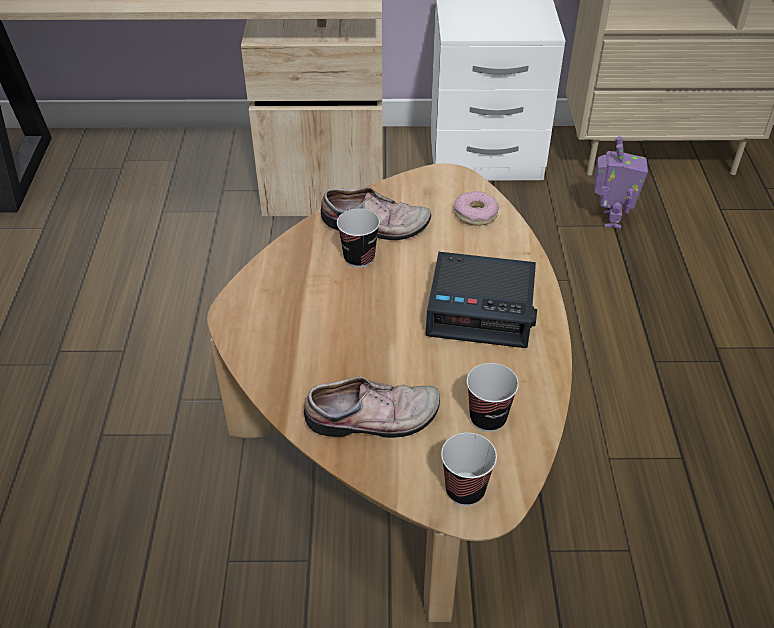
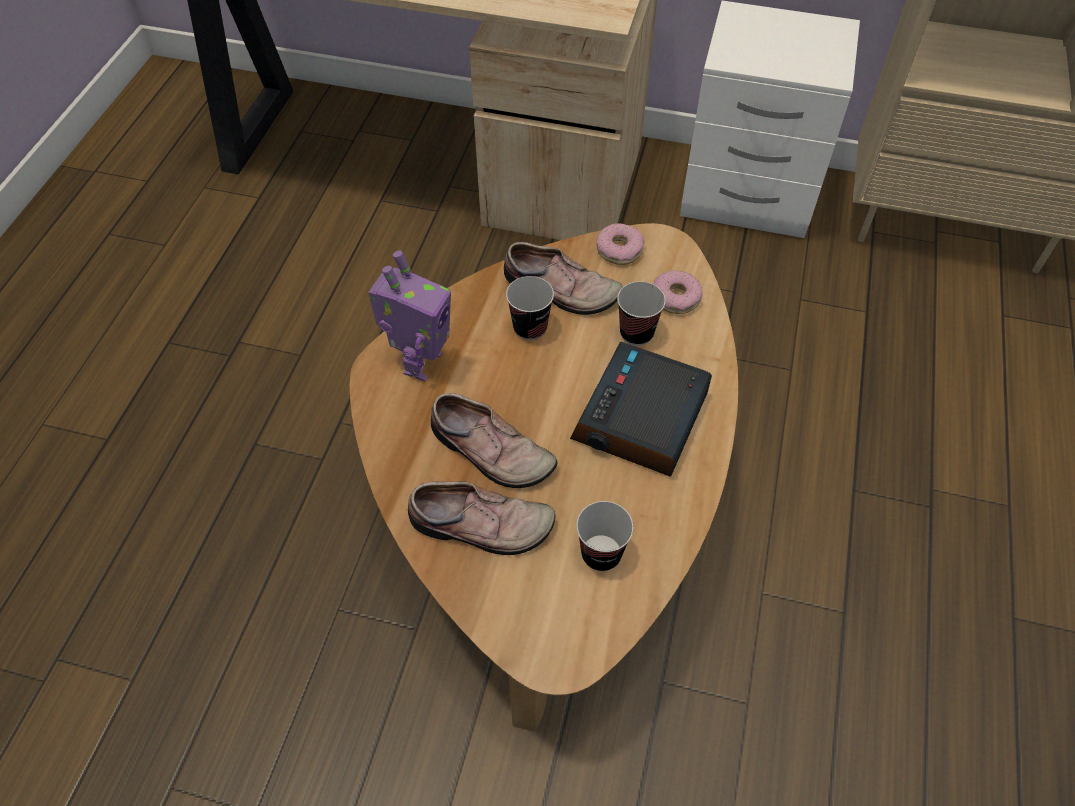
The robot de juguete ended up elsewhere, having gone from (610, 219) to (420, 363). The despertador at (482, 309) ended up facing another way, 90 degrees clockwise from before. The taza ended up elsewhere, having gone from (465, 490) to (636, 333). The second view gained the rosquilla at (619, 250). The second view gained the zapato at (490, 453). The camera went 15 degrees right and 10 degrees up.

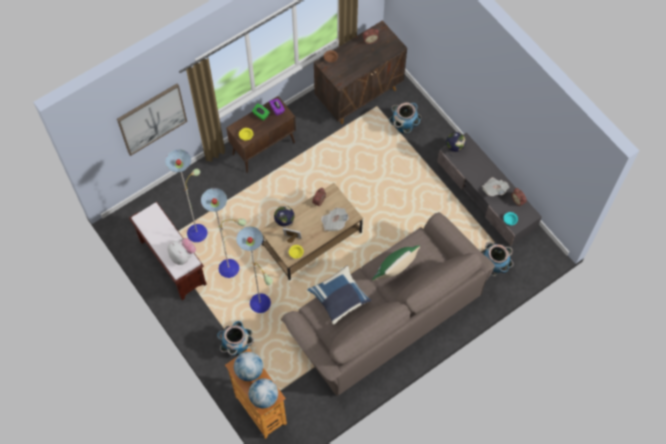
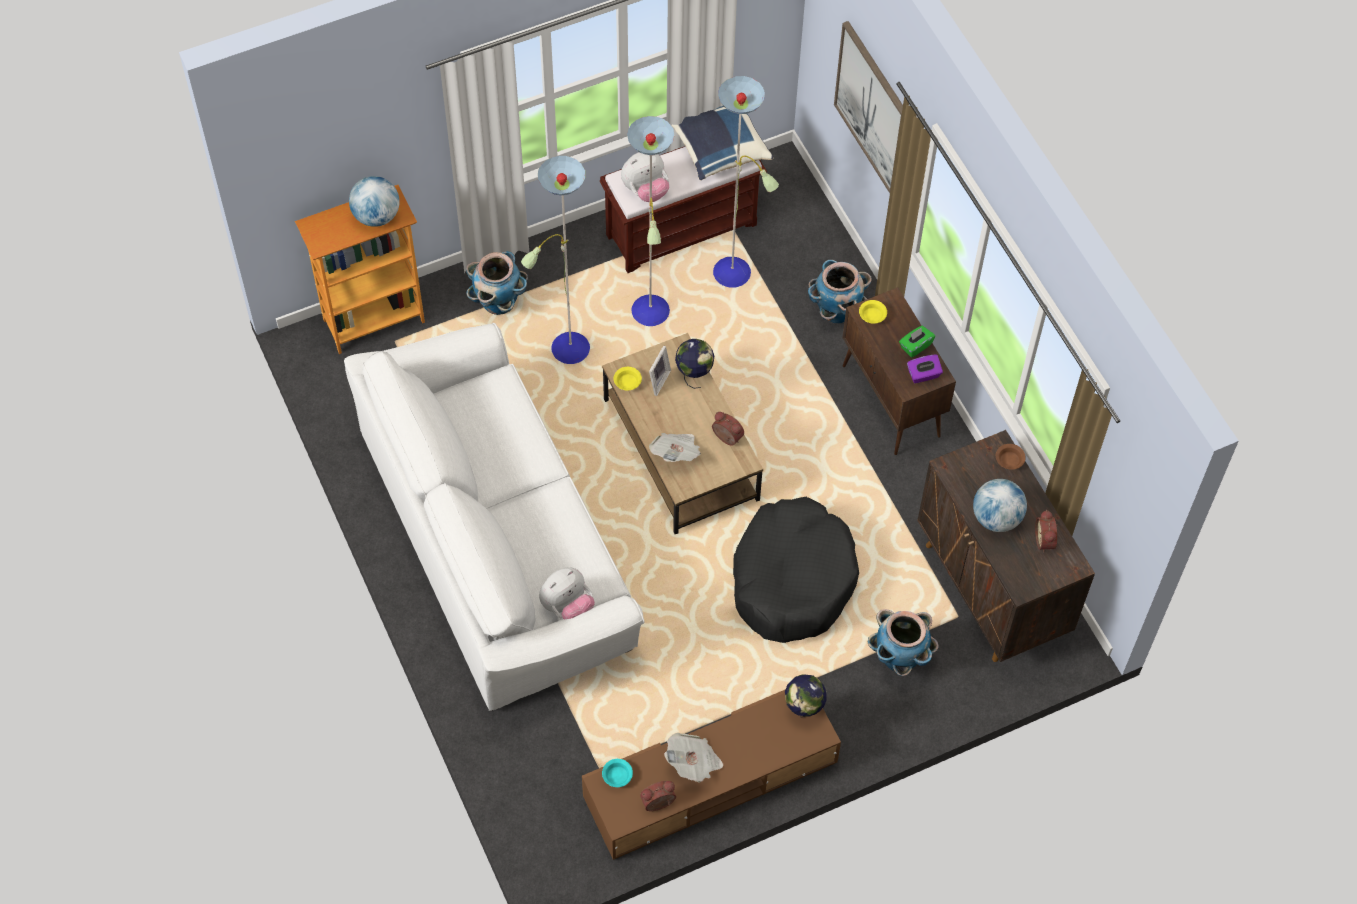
What was the mueble de televisión [gris] at (486, 194) turned into the mueble de televisión [marrón] at (710, 780). What was the sofá [marrón] at (384, 314) turned into the sofá [blanco] at (498, 541). The maceta ended up elsewhere, having gone from (493, 267) to (836, 311). The second view lost the cojín [verde] at (395, 271). The cojín [azul] ended up elsewhere, having gone from (339, 298) to (719, 149). The globo terráqueo ended up elsewhere, having gone from (264, 397) to (996, 518). The second view gained the cama para perro [negro] at (792, 579). The second view gained the peluche at (567, 606). The camera went 100 degrees right and 5 degrees down.

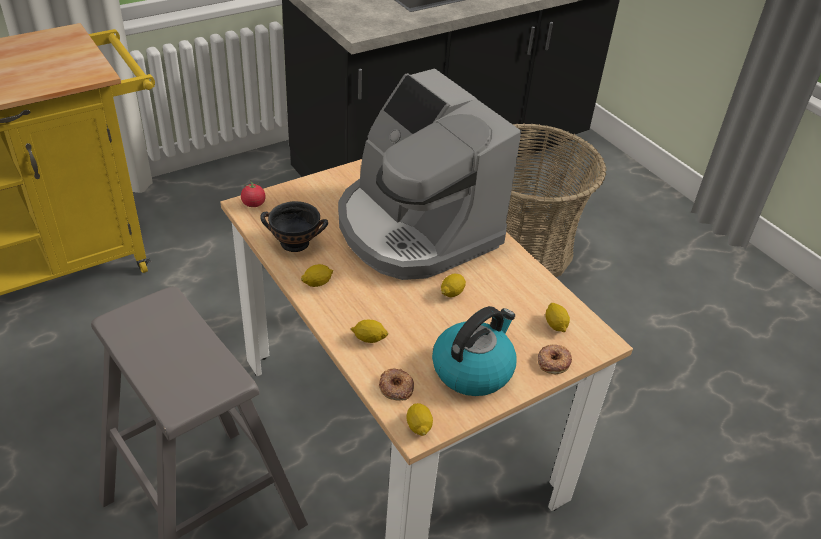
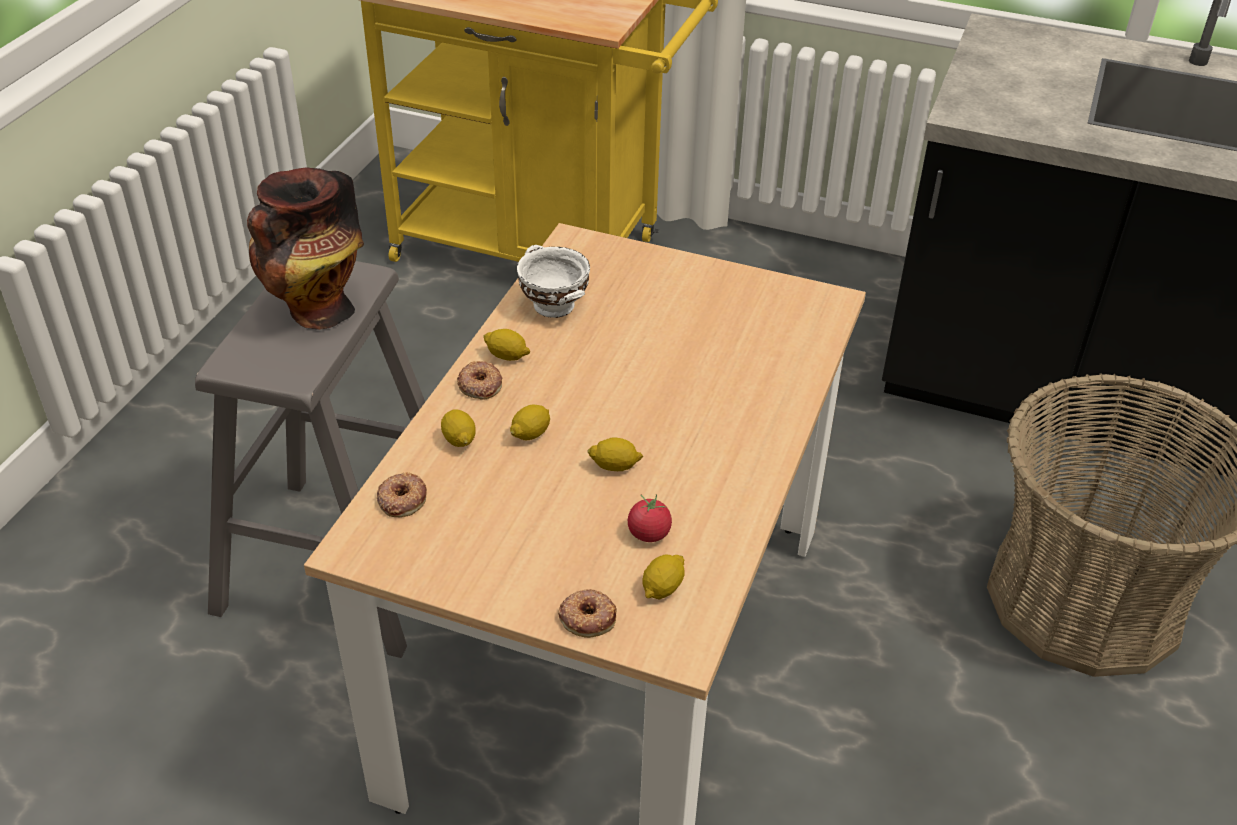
The second view lost the cafetera at (415, 228). The tomate ended up elsewhere, having gone from (253, 204) to (649, 533). What was the cuenco [negro] at (294, 242) turned into the cuenco [blanco] at (554, 305). The second view lost the hervidor at (473, 369). The limón ended up elsewhere, having gone from (418, 426) to (531, 433). The second view gained the florero at (318, 311). The second view gained the rosquilla at (480, 385). The camera went 55 degrees right and 0 degrees up.

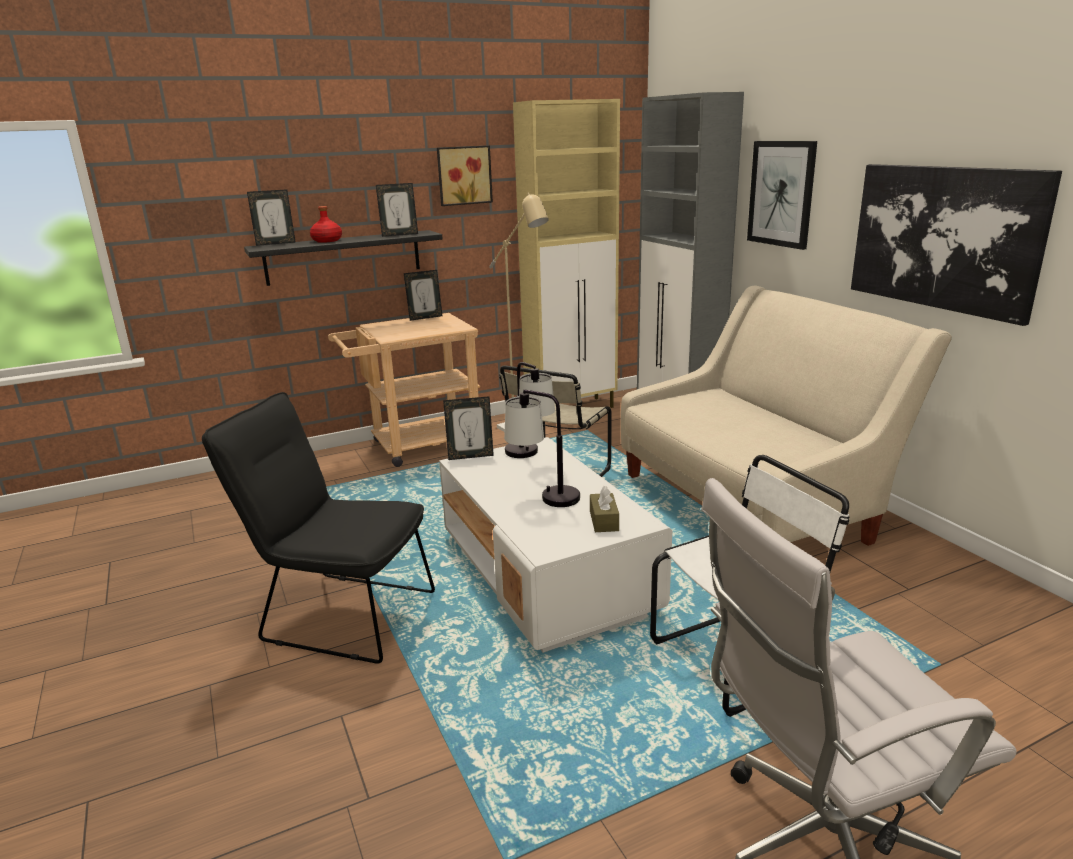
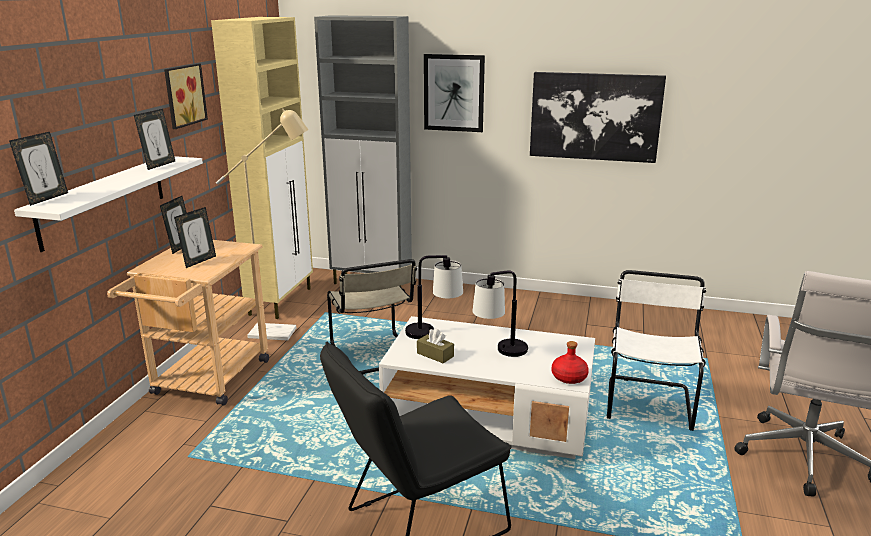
The botella [rojo] ended up elsewhere, having gone from (327, 241) to (569, 377). What was the estante [negro] at (343, 257) turned into the estante [blanco] at (104, 200). The second view lost the sofá [beis] at (752, 502). The portarretratos ended up elsewhere, having gone from (470, 456) to (199, 261). The caja de pañuelos [marrón] ended up elsewhere, having gone from (604, 520) to (435, 355). The camera went 50 degrees left and 0 degrees up.

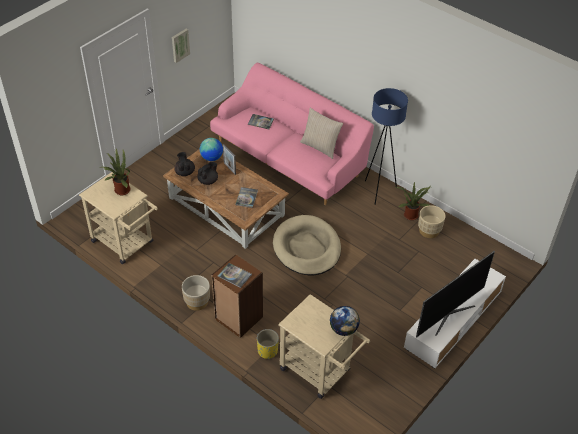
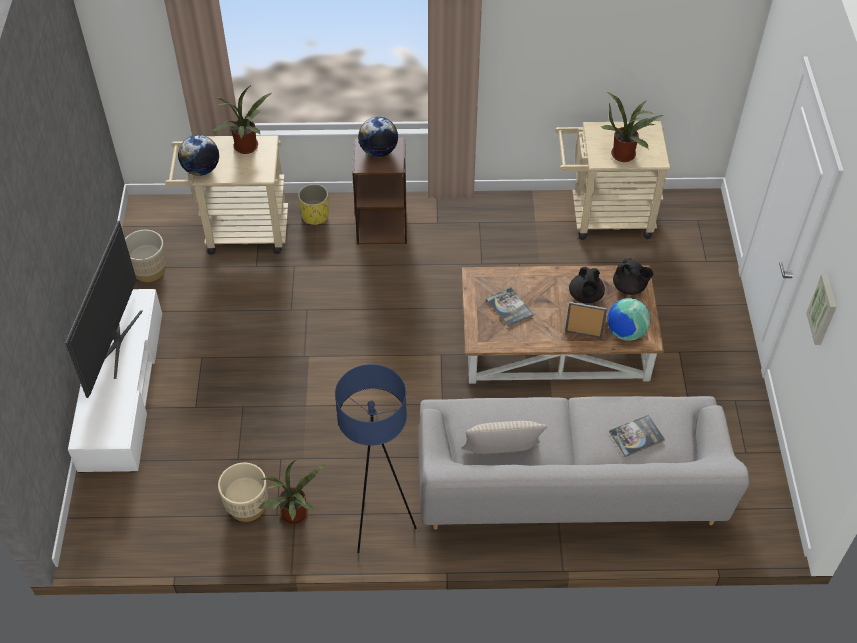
What was the sofá [rosa] at (289, 157) turned into the sofá [gris] at (568, 486). The second view lost the cama para perro [beis] at (307, 248). Where the libro stood at (234, 275), the globo terráqueo came to stand at (378, 151). The maceta [beis] ended up elsewhere, having gone from (197, 302) to (149, 270). The second view gained the planta en maceta at (247, 148). The camera went 140 degrees right and 5 degrees up.

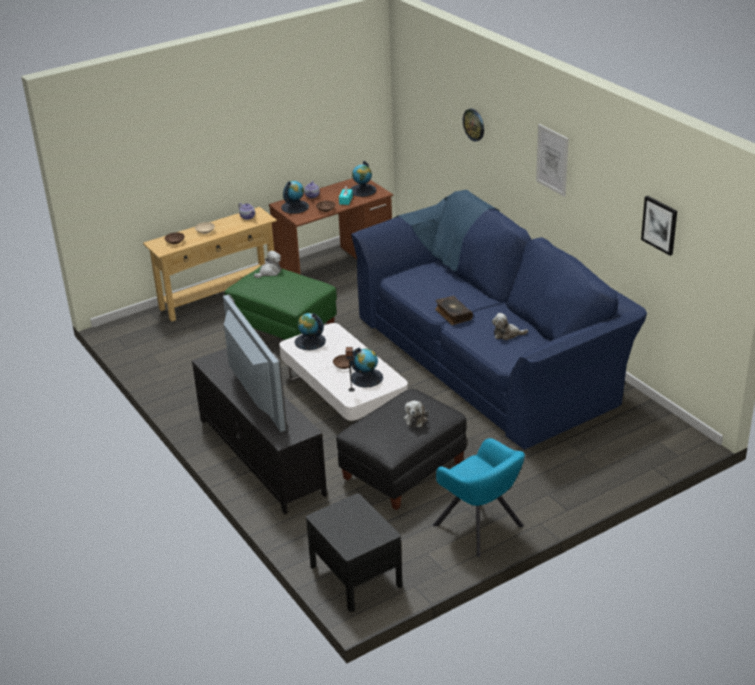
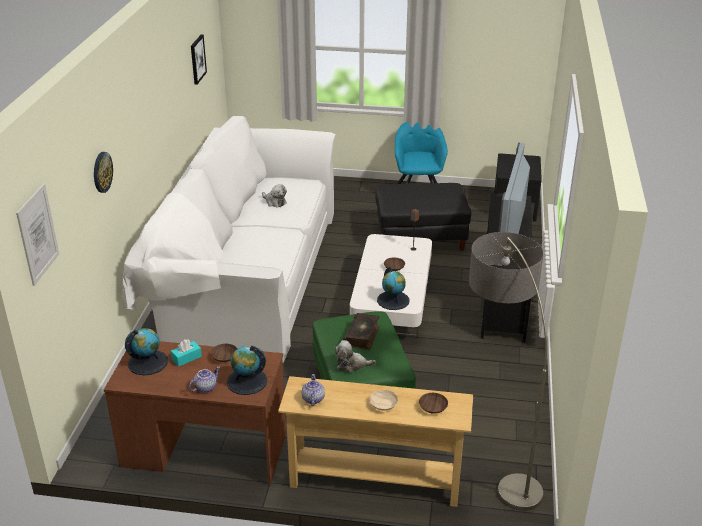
The cuadro ended up elsewhere, having gone from (552, 160) to (37, 234). What was the sofá [azul] at (489, 355) turned into the sofá [blanco] at (247, 275). The libro ended up elsewhere, having gone from (453, 315) to (362, 336). The second view lost the globo terráqueo at (366, 378). The second view lost the peluche at (416, 418). The second view gained the lámpara de pie at (497, 456). The camera went 140 degrees left and 0 degrees up.

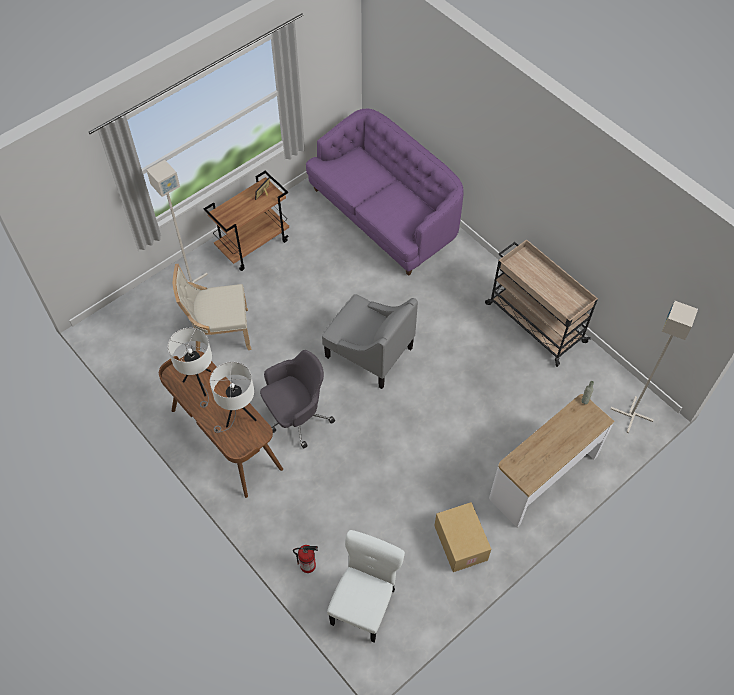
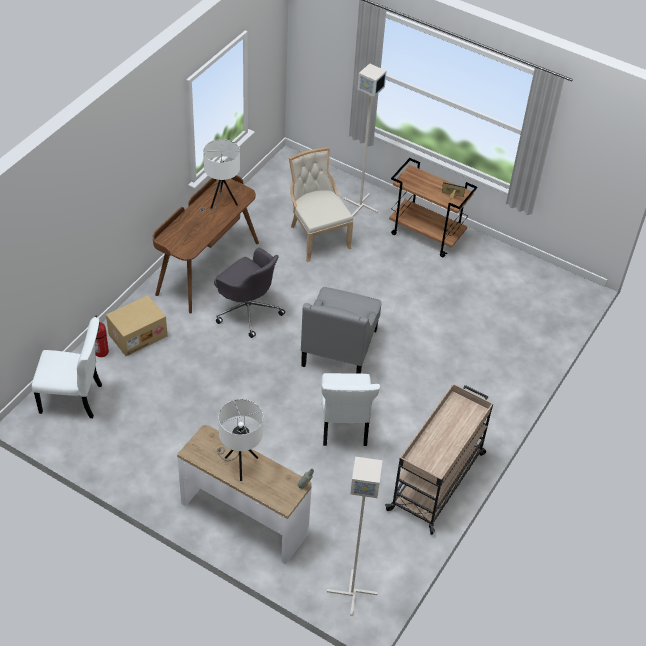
The second view lost the sofá [morado] at (385, 215). The lámpara de mesa [blanco] ended up elsewhere, having gone from (238, 417) to (239, 464). The caja de cartón ended up elsewhere, having gone from (459, 542) to (138, 334). The second view gained the silla [blanco] at (344, 426). The camera went 70 degrees right and 10 degrees down.

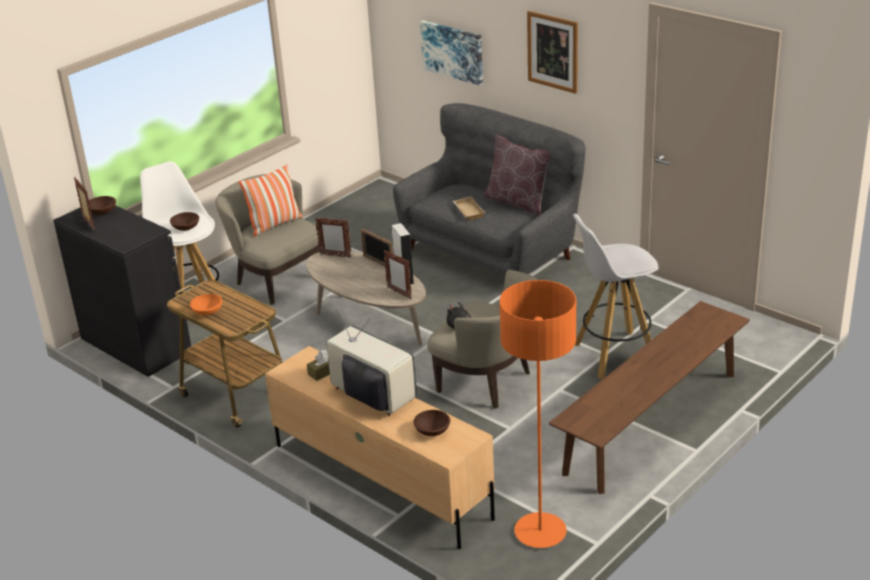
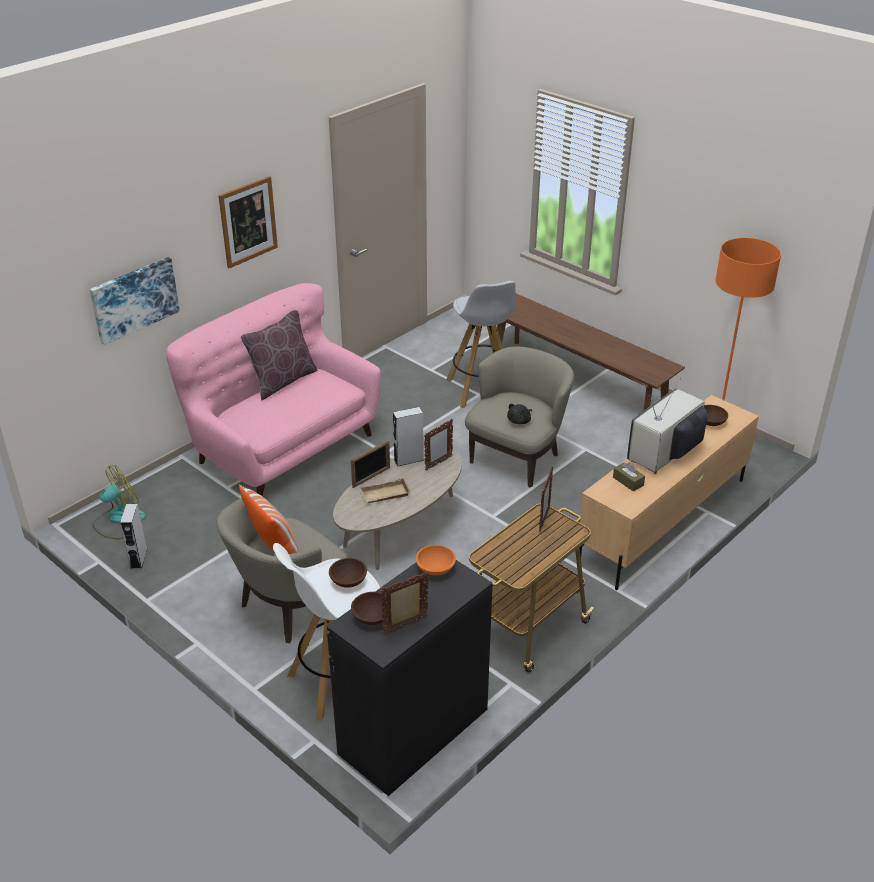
What was the sofá [gris] at (492, 252) turned into the sofá [rosa] at (283, 445). The bandeja [beis] ended up elsewhere, having gone from (467, 211) to (385, 495). The portarretratos ended up elsewhere, having gone from (335, 256) to (544, 520). The cuenco [naranja] ended up elsewhere, having gone from (207, 311) to (435, 568). The second view gained the ventilador at (118, 520). The second view gained the altavoz [gris] at (138, 559). The camera went 90 degrees left and 5 degrees up.

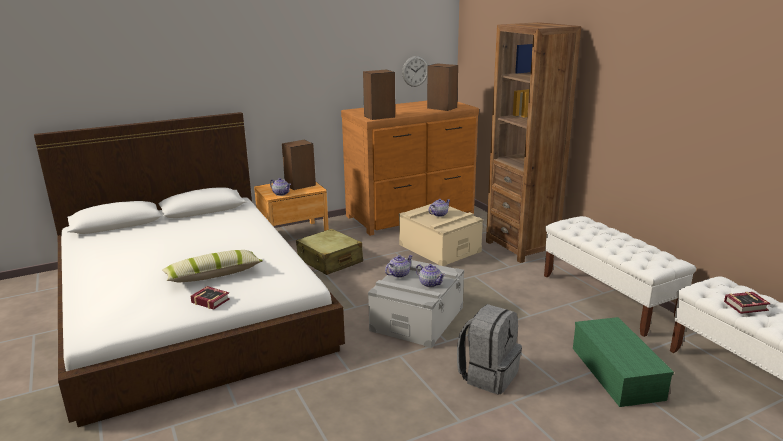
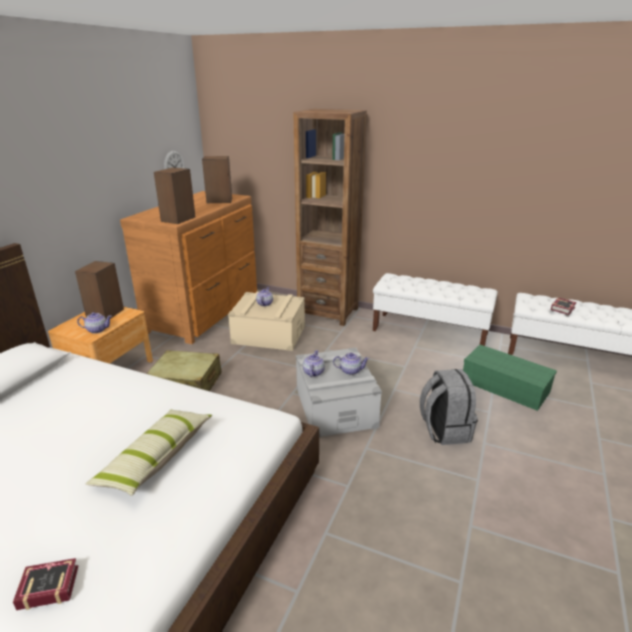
The libro ended up elsewhere, having gone from (210, 300) to (46, 586). The camera went 40 degrees left and 5 degrees up.

